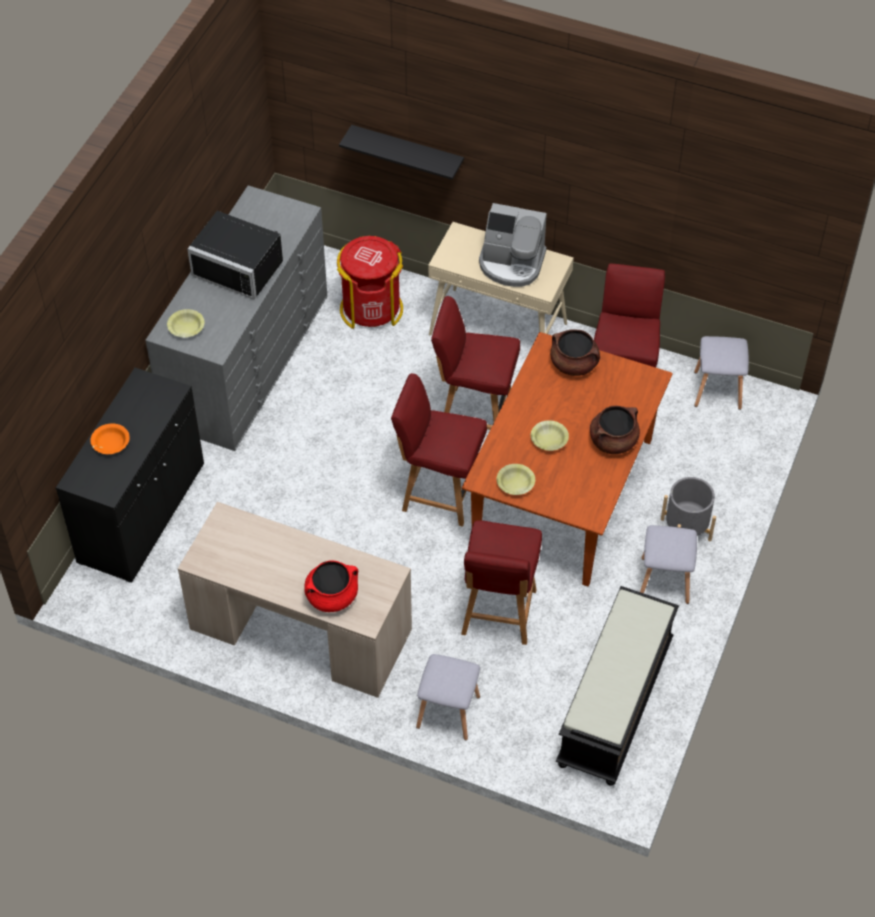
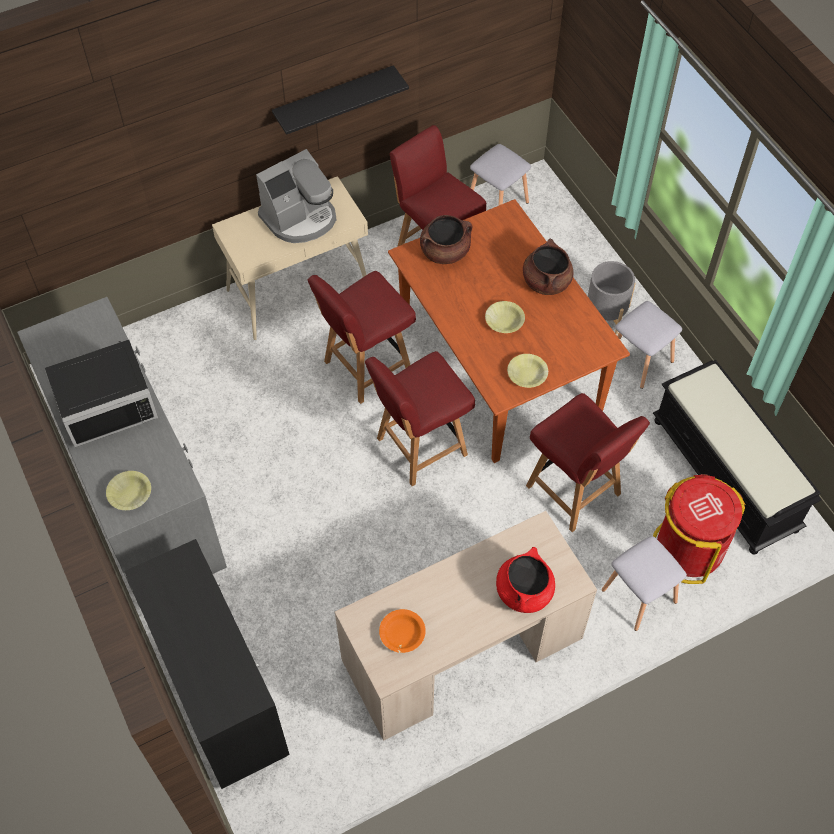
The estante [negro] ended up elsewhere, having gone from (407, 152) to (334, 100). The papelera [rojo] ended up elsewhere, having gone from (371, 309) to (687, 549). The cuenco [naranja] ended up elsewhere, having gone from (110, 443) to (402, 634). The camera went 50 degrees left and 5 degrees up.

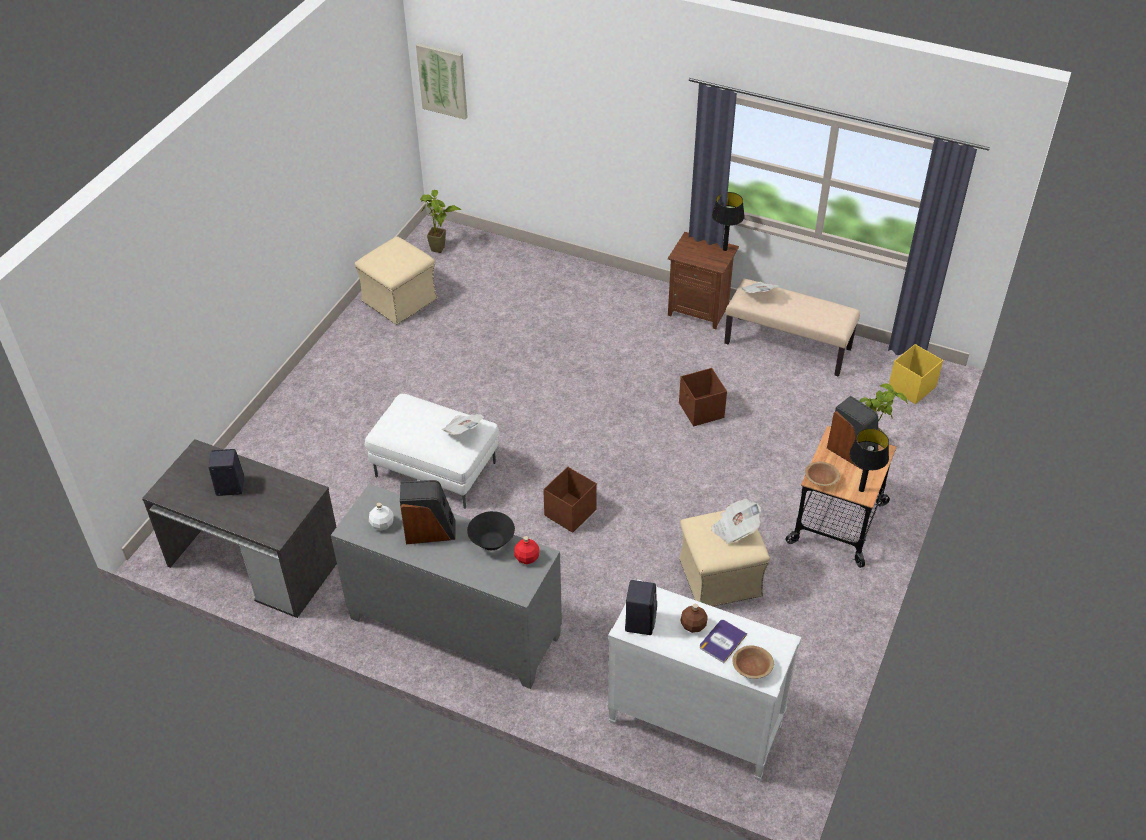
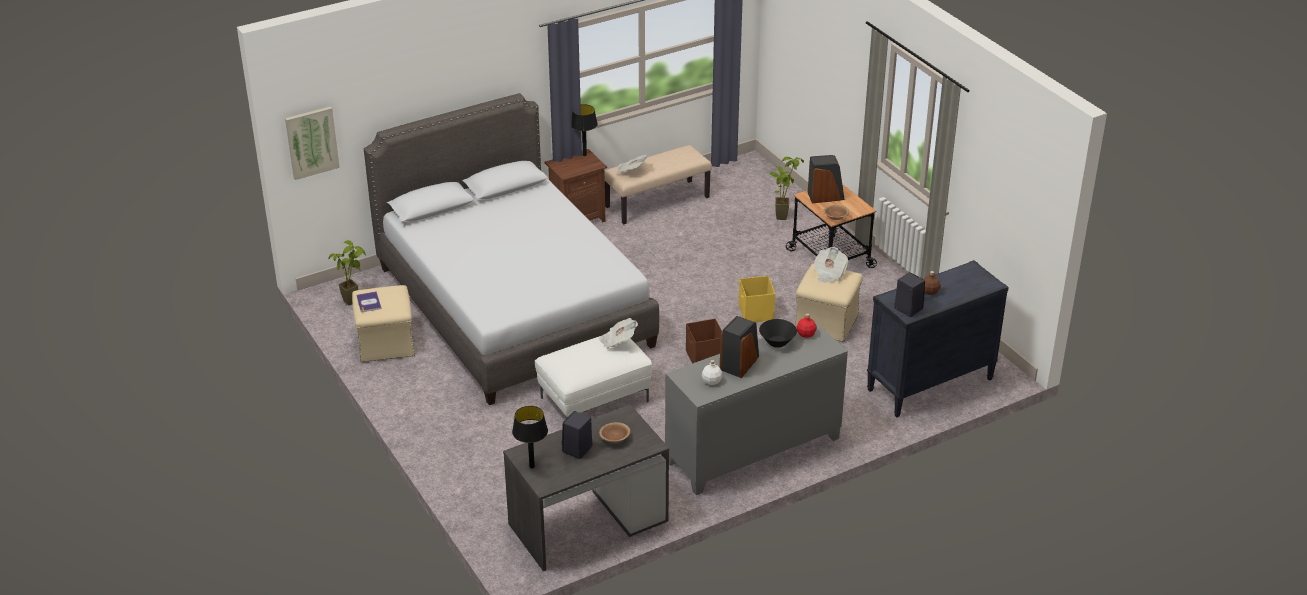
The caja de almacenaje [amarillo] ended up elsewhere, having gone from (911, 387) to (755, 313). The second view lost the caja de almacenaje [marrón] at (701, 411). The lámpara de mesa [negro] ended up elsewhere, having gone from (861, 490) to (532, 466). What was the cómoda [blanco] at (694, 724) turned into the cómoda [negro] at (929, 385). The libro ended up elsewhere, having gone from (722, 641) to (368, 302). The cuenco [marrón] ended up elsewhere, having gone from (752, 668) to (614, 438). The second view gained the cama [gris] at (513, 306). The camera went 55 degrees left and 10 degrees down.

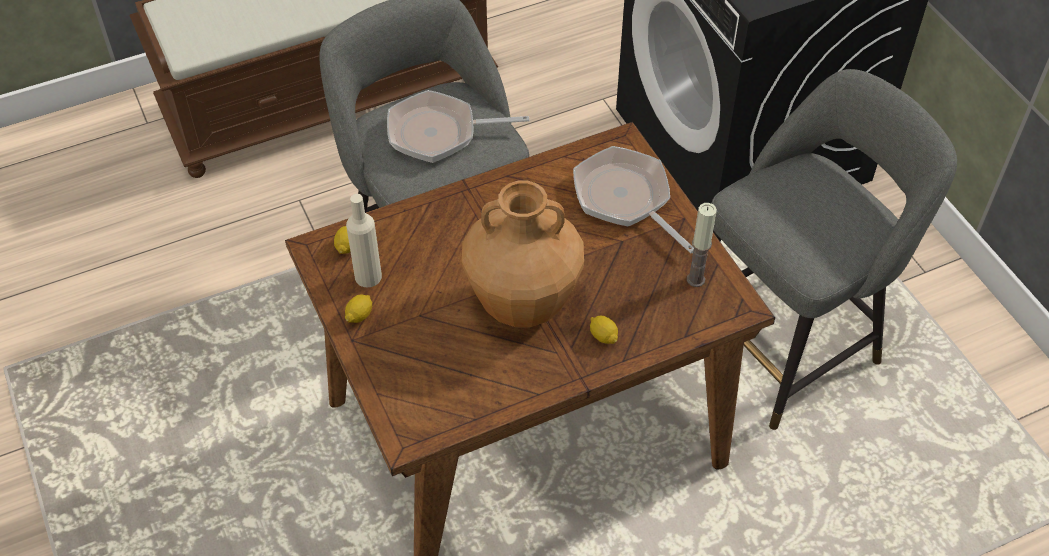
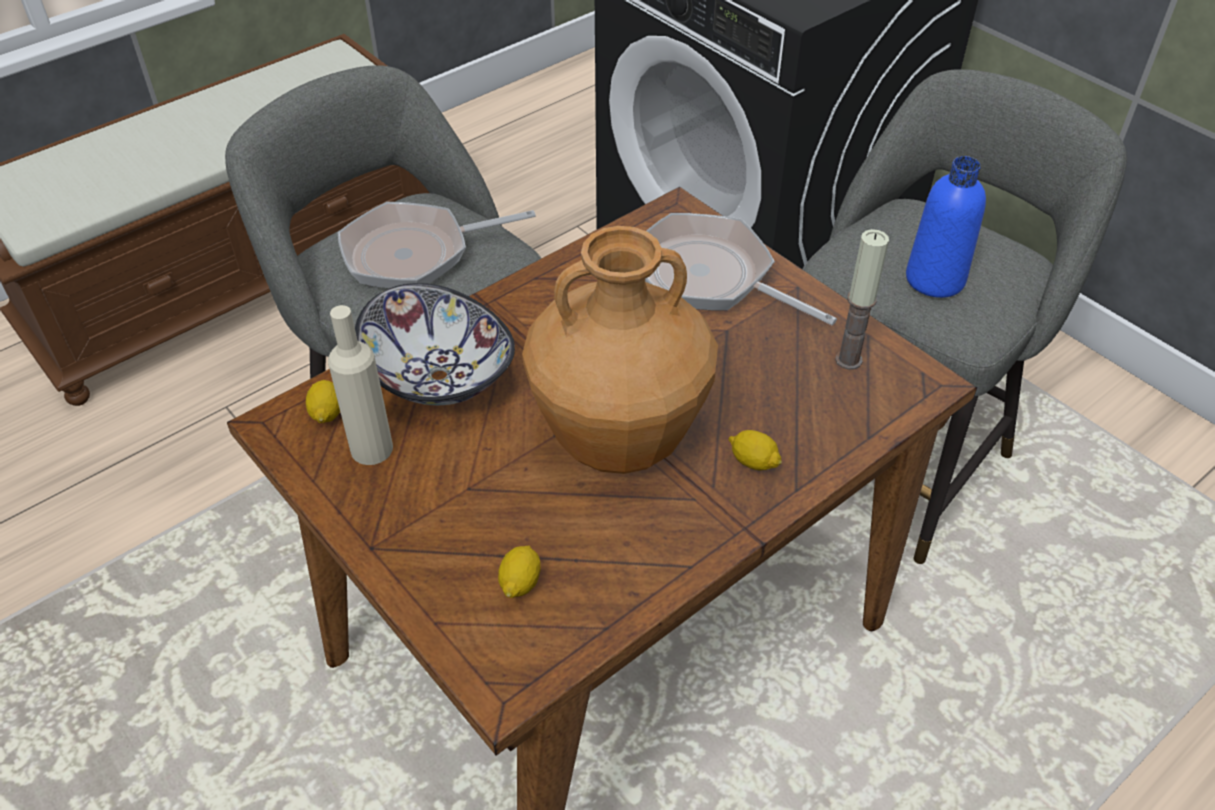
The limón ended up elsewhere, having gone from (359, 315) to (520, 582). The second view gained the botella [azul] at (935, 279). The second view gained the cuenco at (441, 376). The camera went 15 degrees left and 5 degrees down.

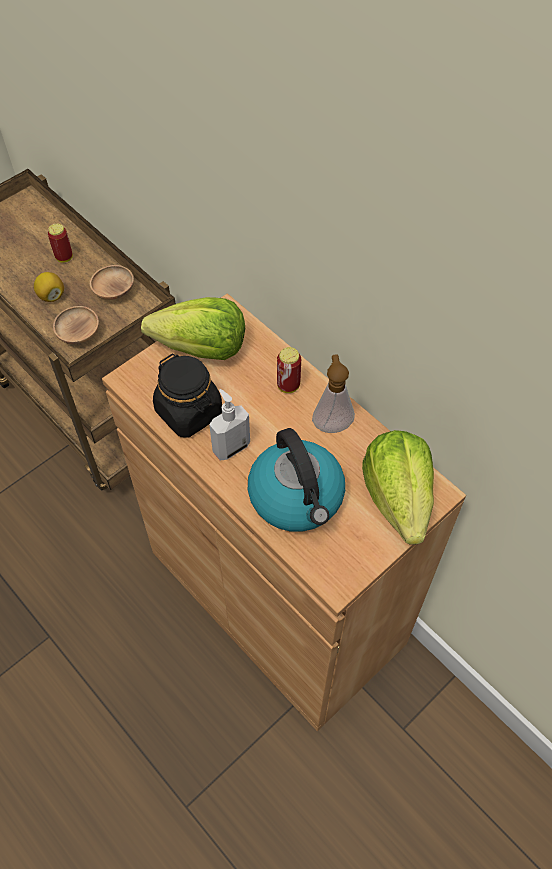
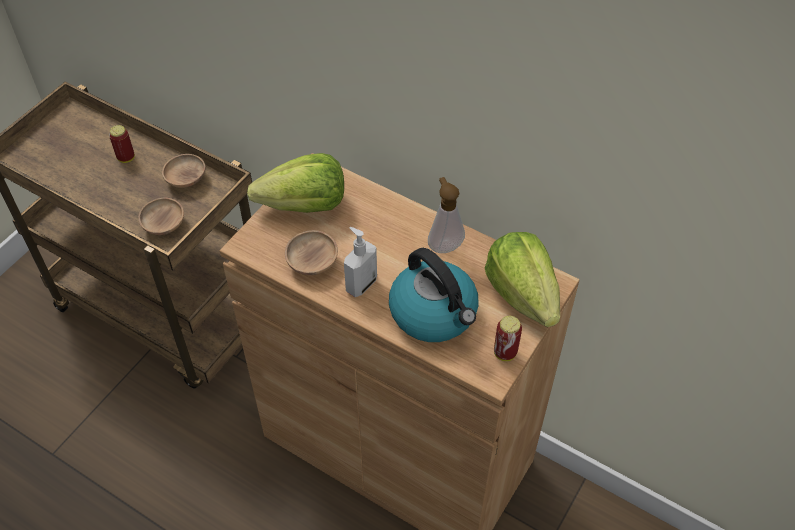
The second view lost the limón at (51, 296). The lata ended up elsewhere, having gone from (288, 385) to (505, 352). Where the tarro [negro] stood at (189, 412), the cuenco [marrón] came to stand at (312, 262). The camera went 15 degrees left and 5 degrees down.

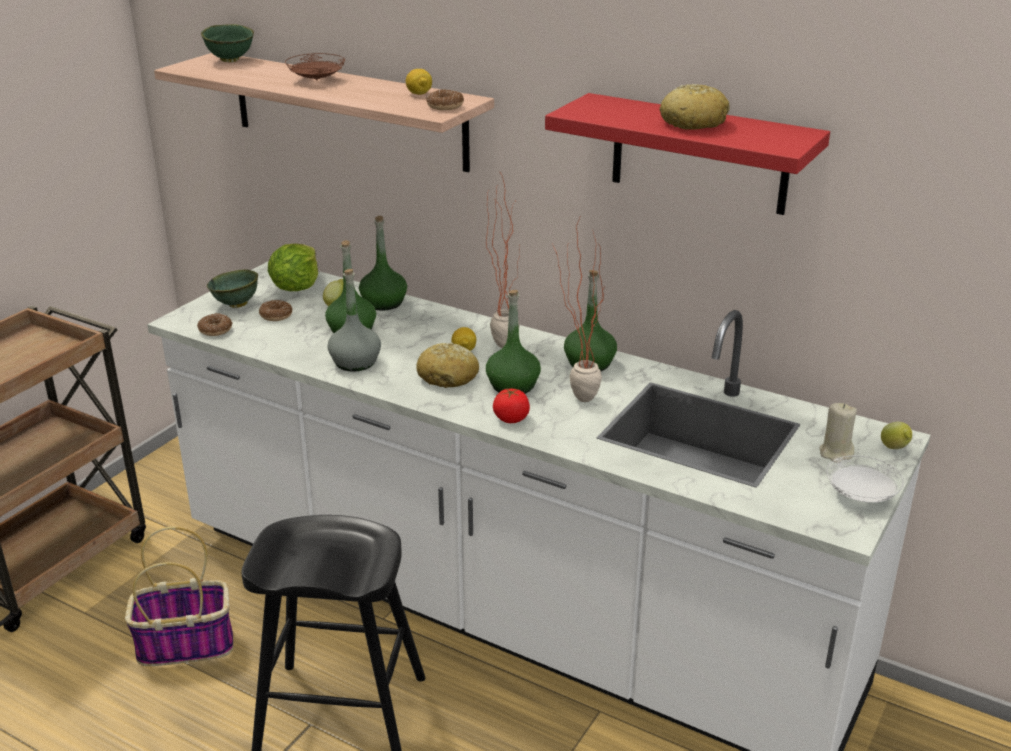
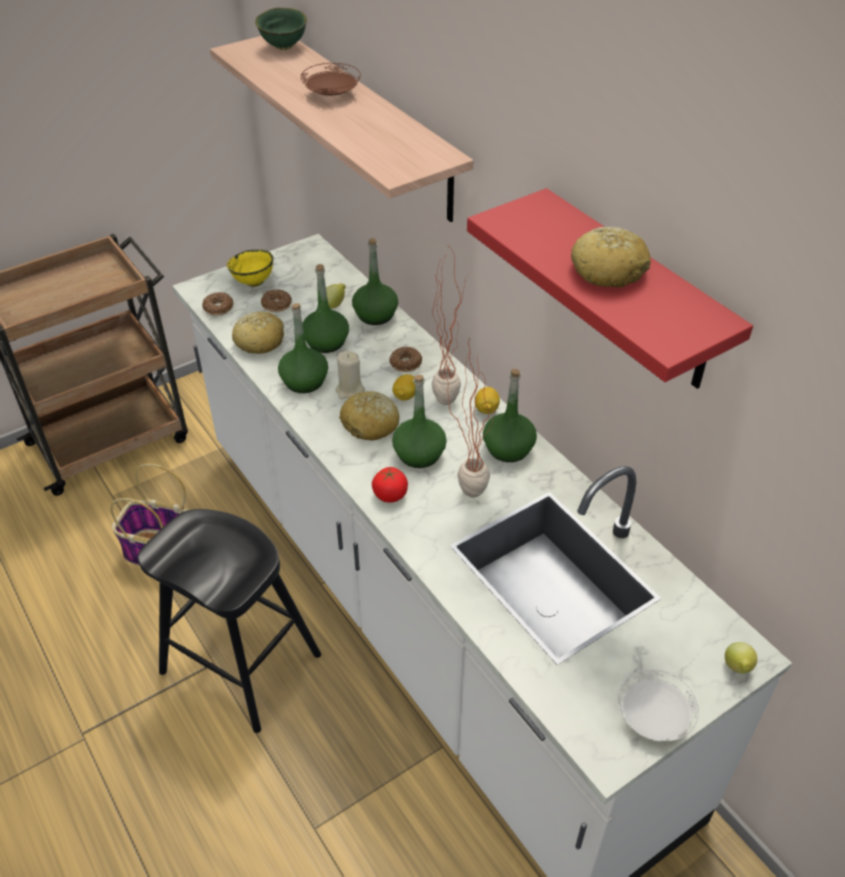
The limón ended up elsewhere, having gone from (419, 94) to (486, 409). The rosquilla ended up elsewhere, having gone from (445, 106) to (406, 363). The second view lost the lechuga at (296, 287). What was the cuenco [verde] at (236, 305) turned into the cuenco [amarillo] at (253, 283). What was the botella [gris] at (355, 362) turned into the botella [verde] at (304, 381). The vela [beis] ended up elsewhere, having gone from (836, 453) to (350, 391). The second view gained the pan at (259, 341). The camera went 25 degrees right and 15 degrees up.

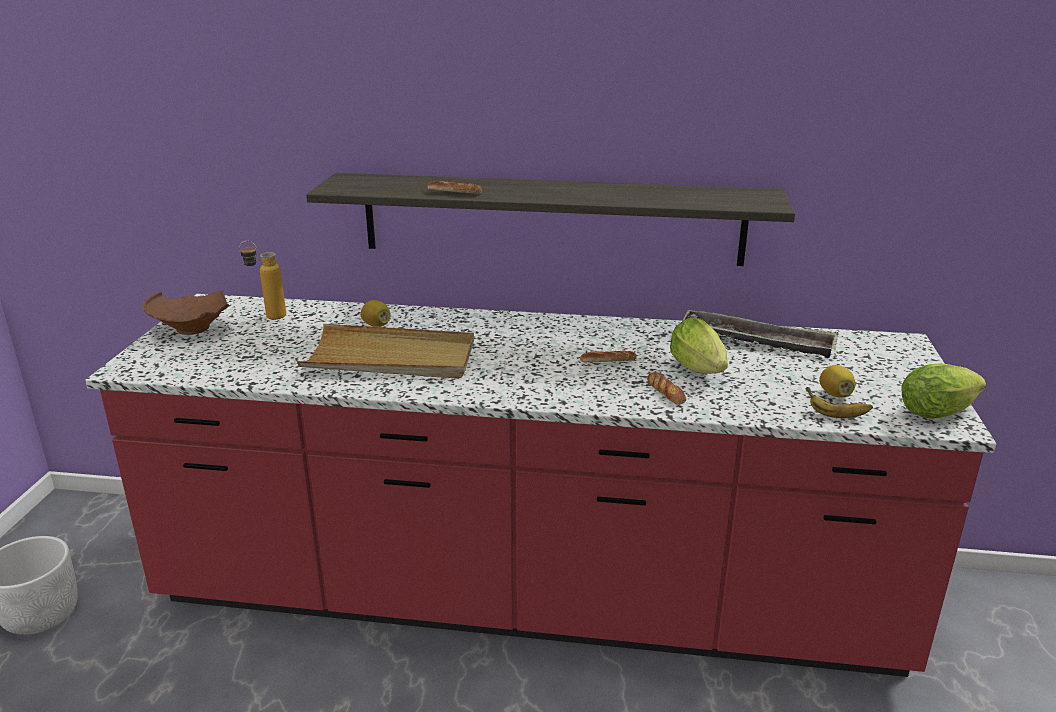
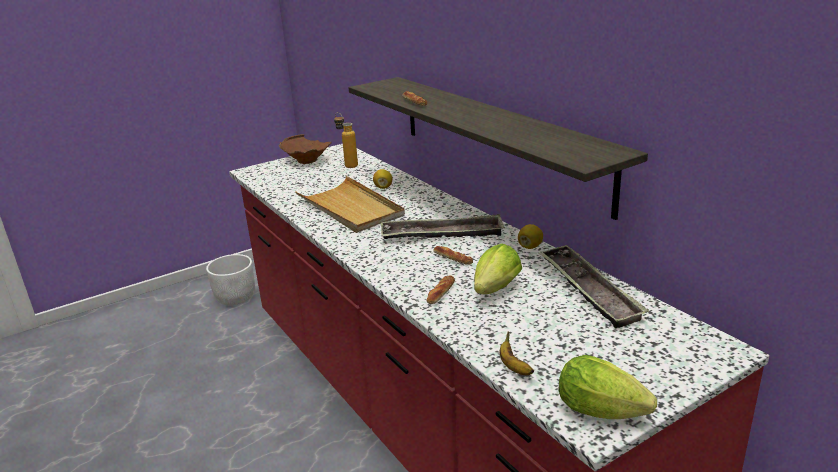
The limón ended up elsewhere, having gone from (835, 394) to (530, 247). The second view gained the bandeja at (442, 234). The camera went 50 degrees right and 0 degrees up.

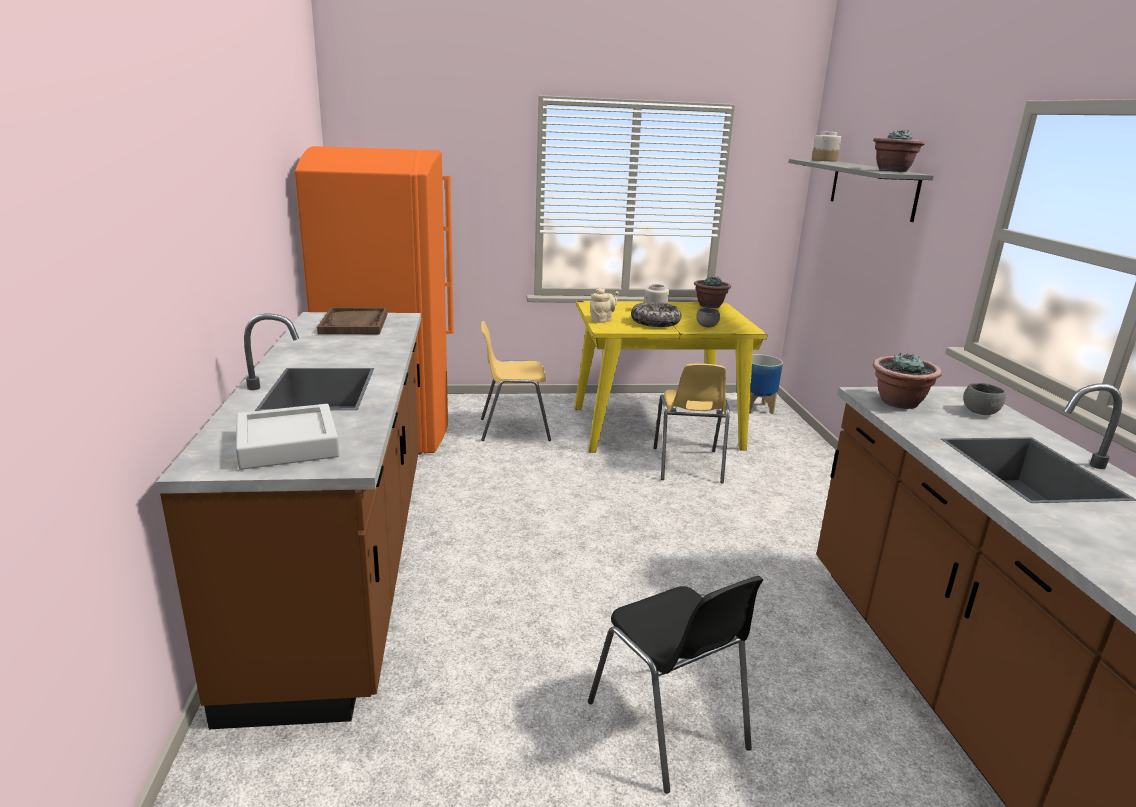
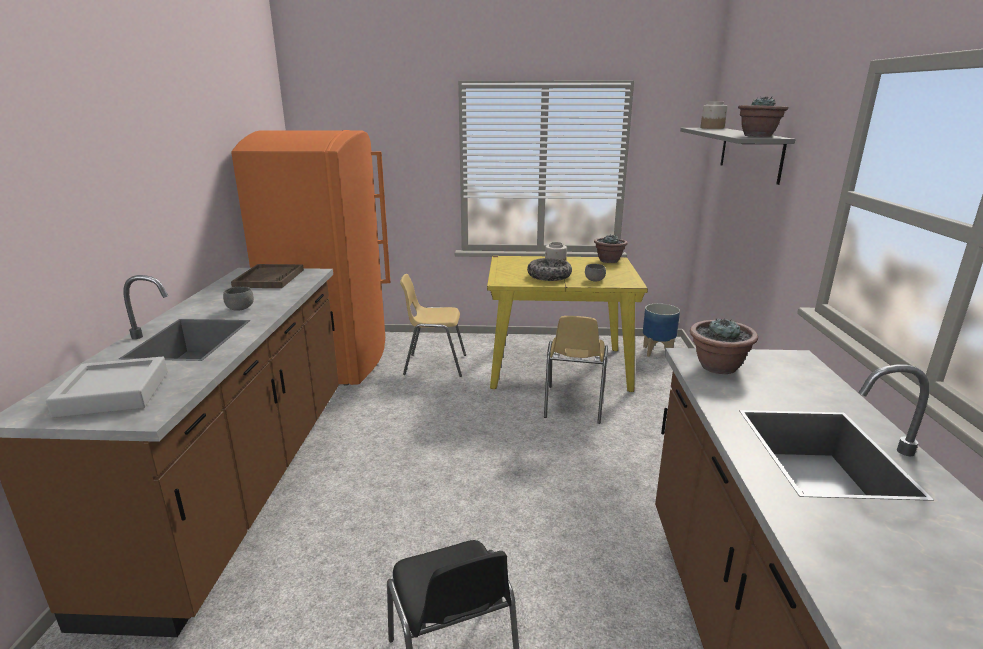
The second view lost the tetera [beis] at (602, 320). The cuenco [gris] ended up elsewhere, having gone from (979, 412) to (240, 308). The camera went 10 degrees right and 0 degrees up.

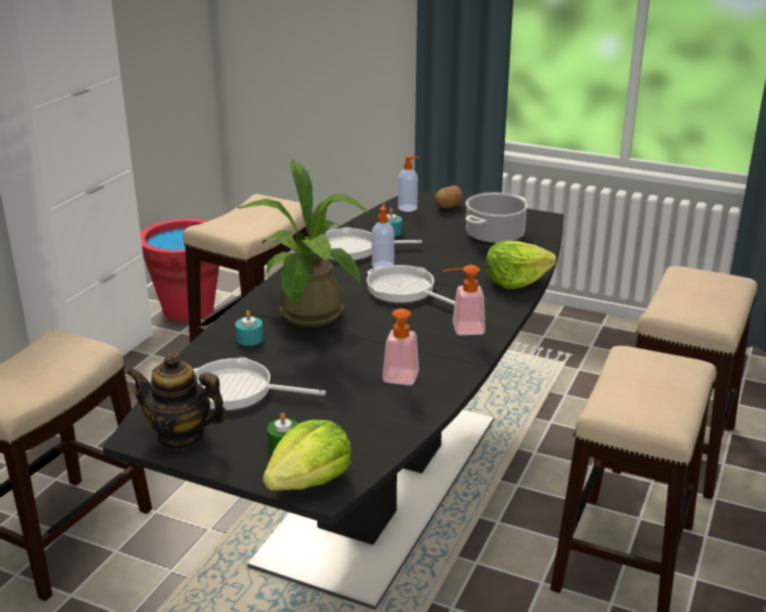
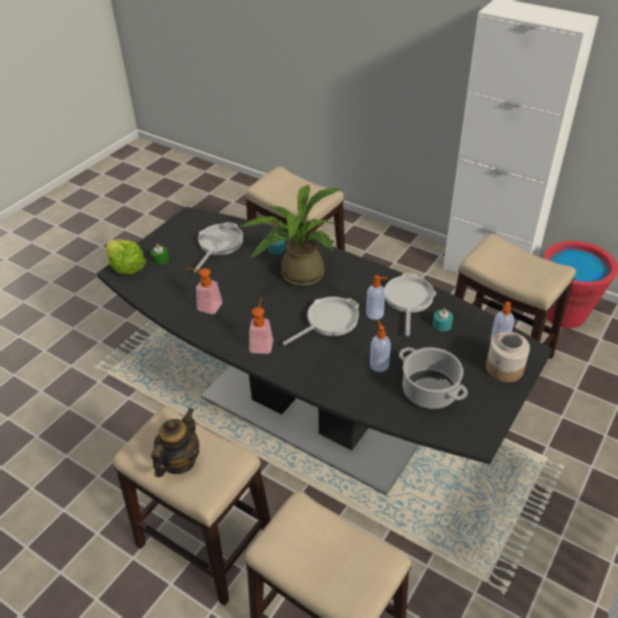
Where the patata stood at (447, 207), the tarro came to stand at (504, 369). The second view lost the lechuga at (515, 281). The tetera ended up elsewhere, having gone from (180, 436) to (179, 461). The second view gained the dispensador de jabón at (379, 364). The camera went 100 degrees right and 15 degrees up.

